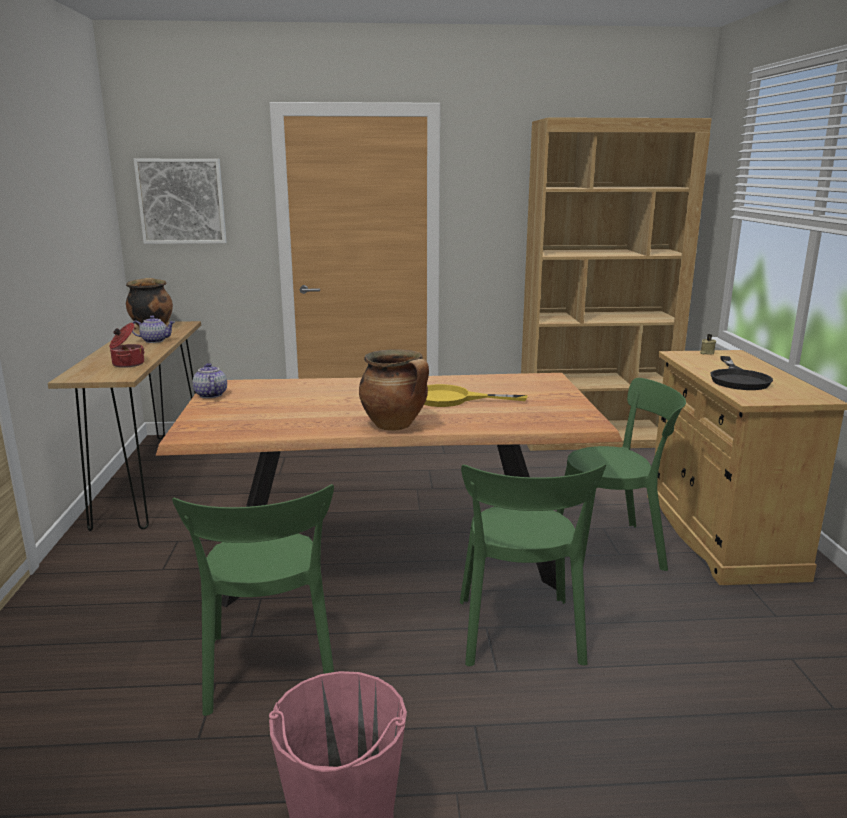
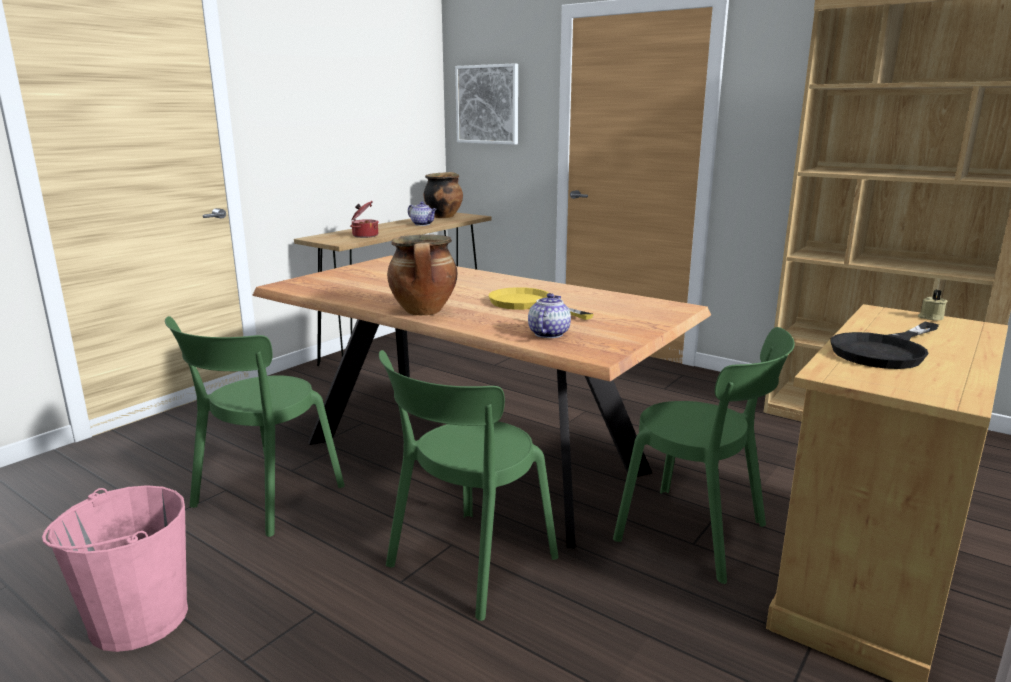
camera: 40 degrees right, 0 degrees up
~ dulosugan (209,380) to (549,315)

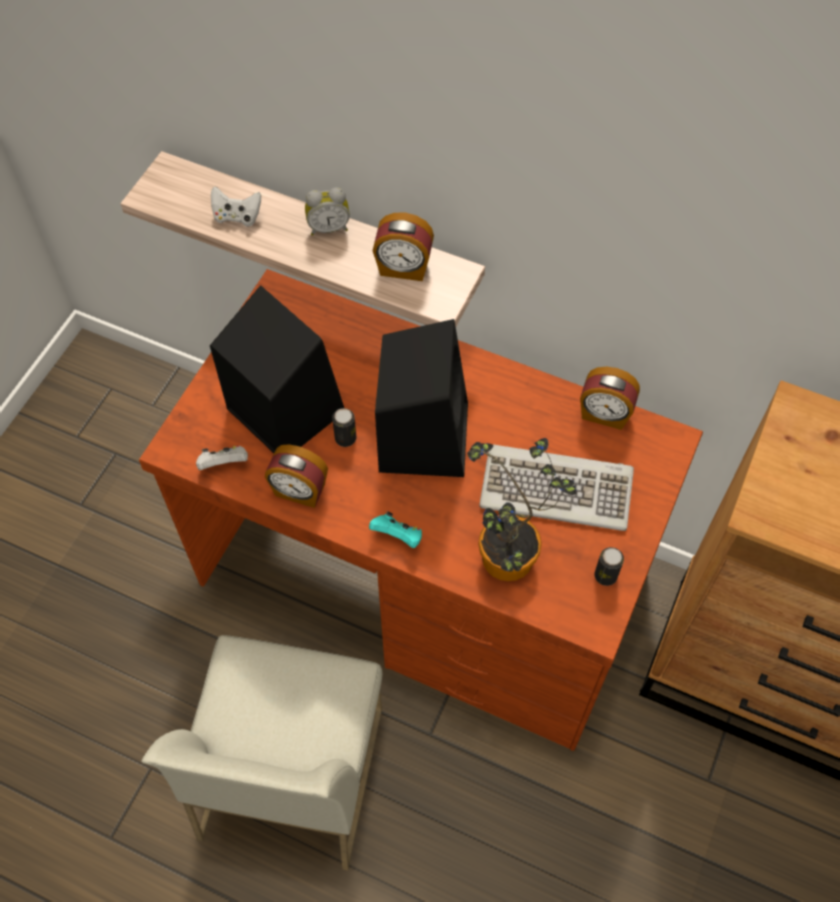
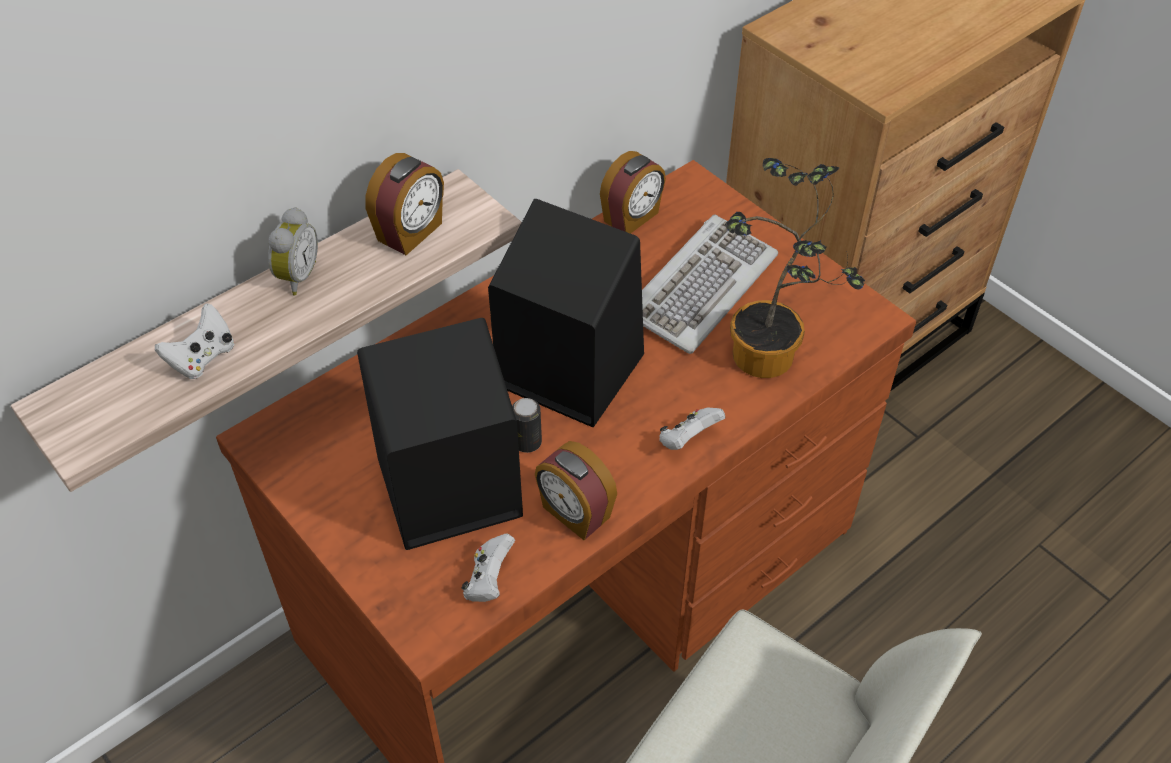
camera: 65 degrees left, 10 degrees down
~ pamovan (296,476) = (576,490) 90 degrees clockwise
~ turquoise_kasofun (395,530) to white_kasofun (692,429)
- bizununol (609,566)

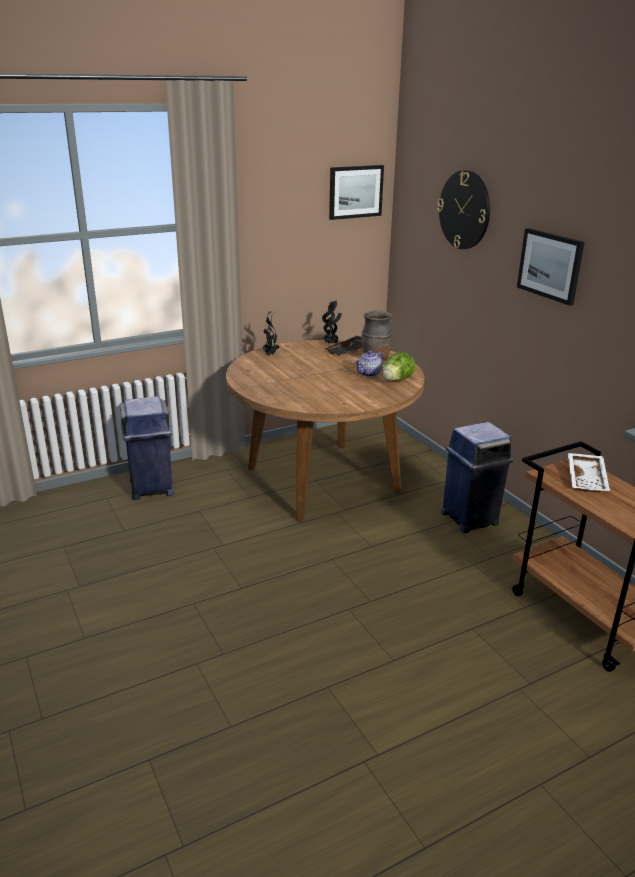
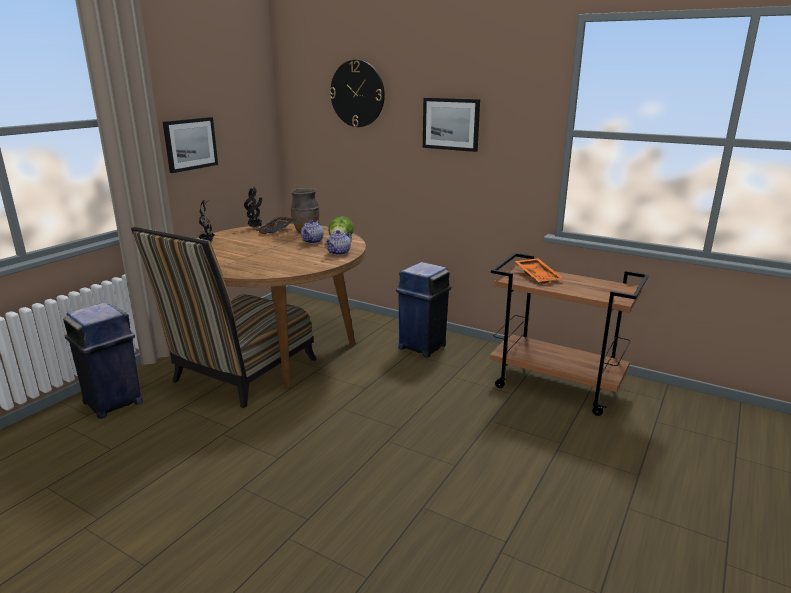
camera: 30 degrees left, 5 degrees down
~ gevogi (356,192) to (190,145)
~ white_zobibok (589,472) to orange_zobibok (539,271)
+ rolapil (223,317)
+ dulosugan (338,242)

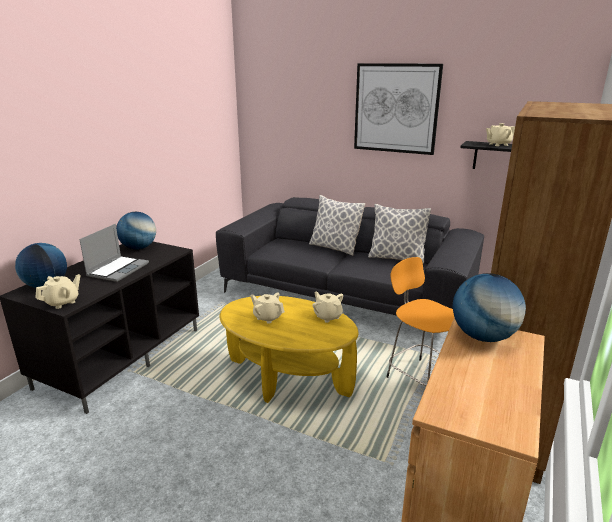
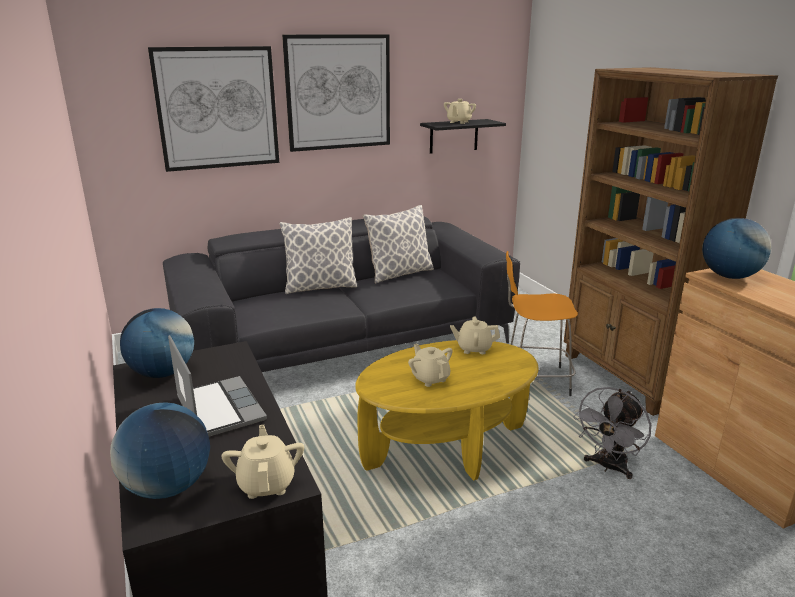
camera: 50 degrees left, 0 degrees up
~ beige_dulosugan (267,308) = (430,365) 75 degrees clockwise
+ gevogi (213,109)
+ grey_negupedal (612,433)

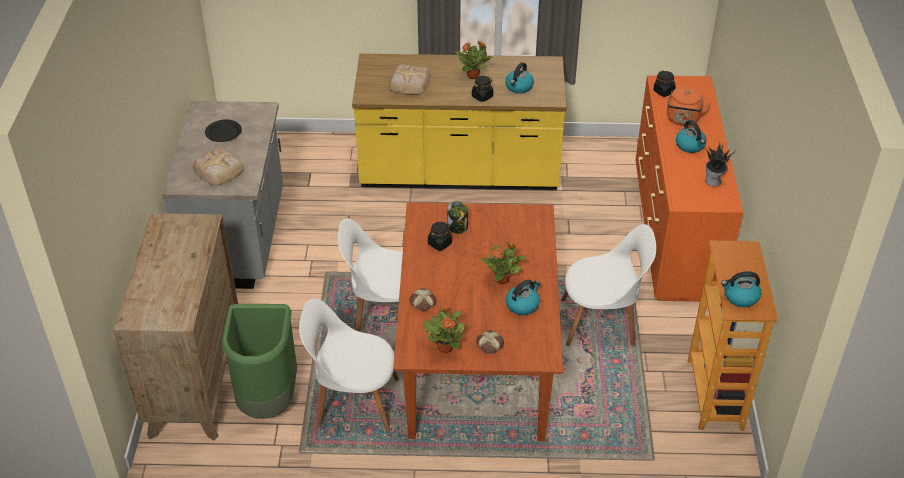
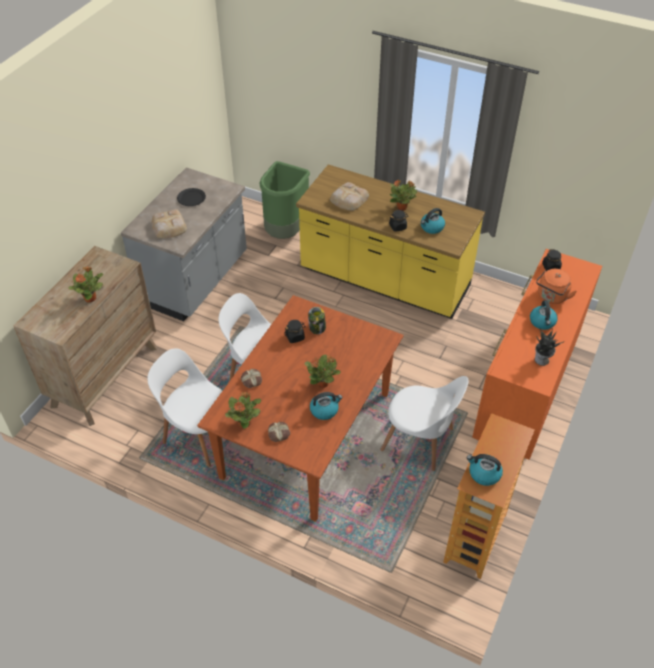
camera: 25 degrees right, 5 degrees up
~ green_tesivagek (259,361) to (284,200)
+ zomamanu (86,284)

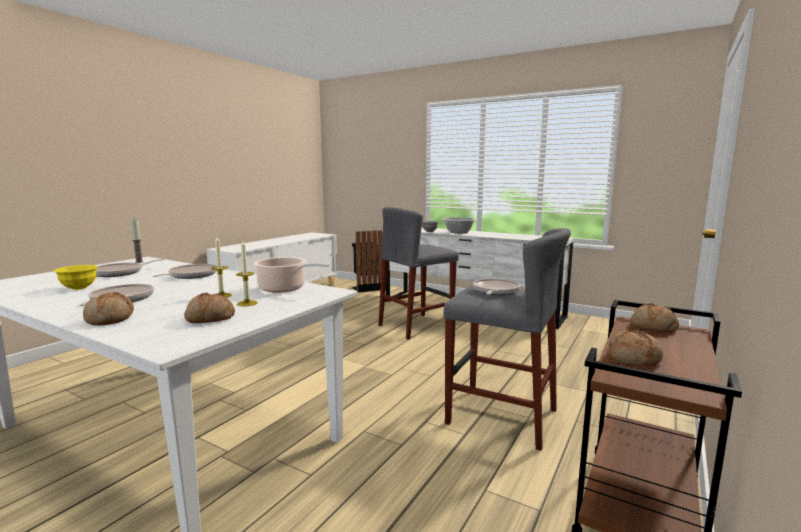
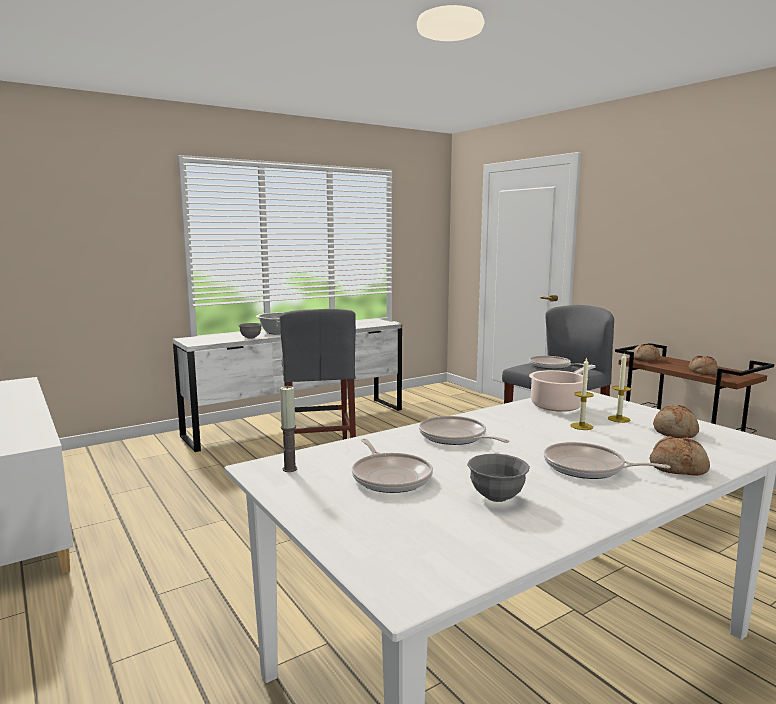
camera: 65 degrees left, 0 degrees up
~ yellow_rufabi (76,277) to grey_rufabi (498,478)
- black_tesivagek (367,261)

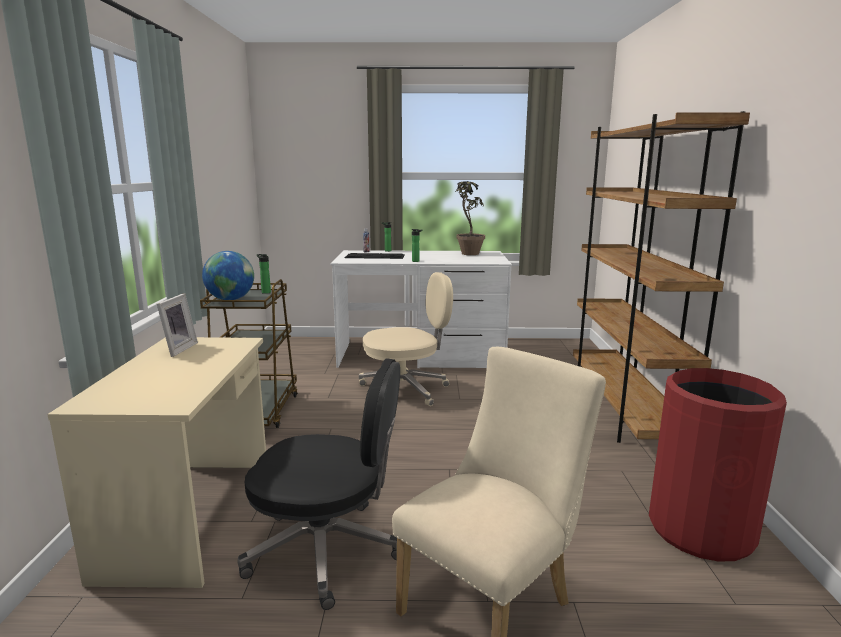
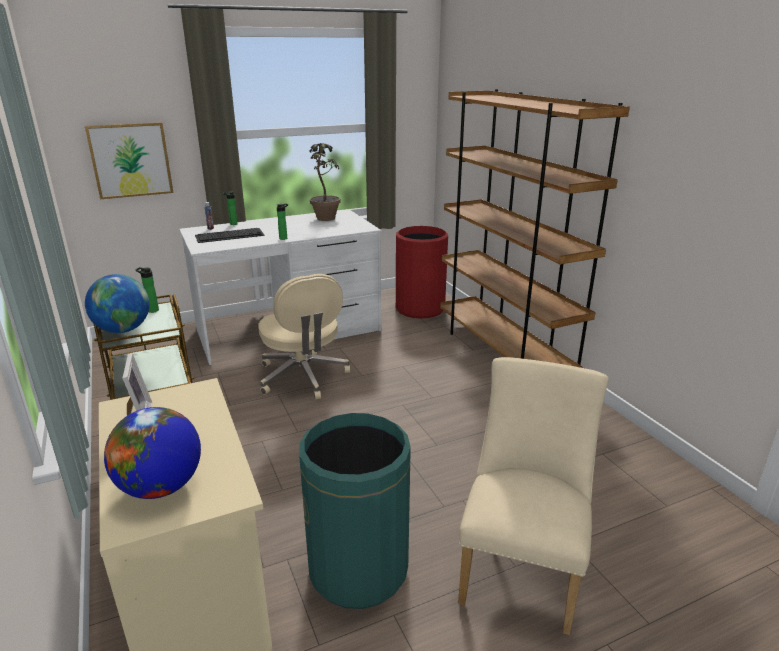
camera: 25 degrees left, 10 degrees up
~ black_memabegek (318,484) to green_tesivagek (355,511)
~ beige_memabegek (406,339) = (304,336) 105 degrees clockwise
~ red_tesivagek (718,465) to (422,272)
+ gevogi (129,160)
+ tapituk (152,453)

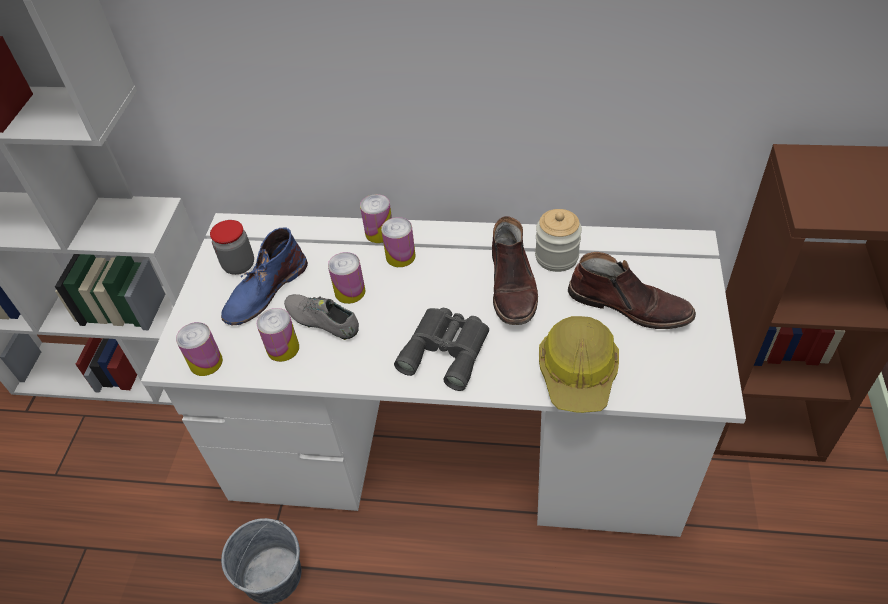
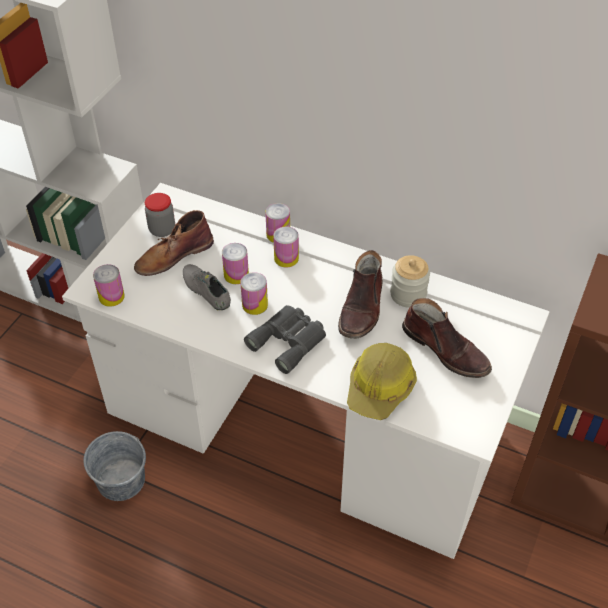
camera: 15 degrees right, 0 degrees up
~ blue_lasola (264,276) to brown_lasola (174,243)
~ bizununol (278,335) to (254,293)

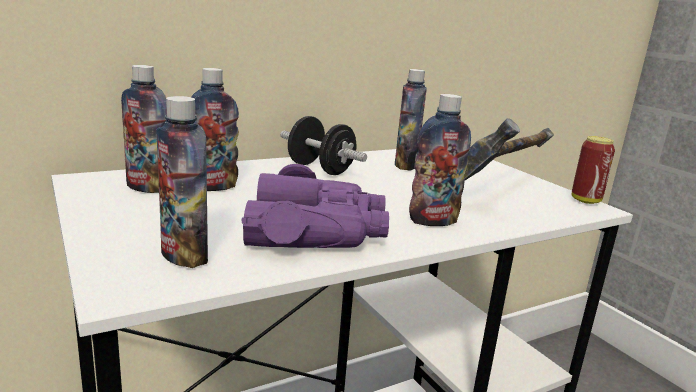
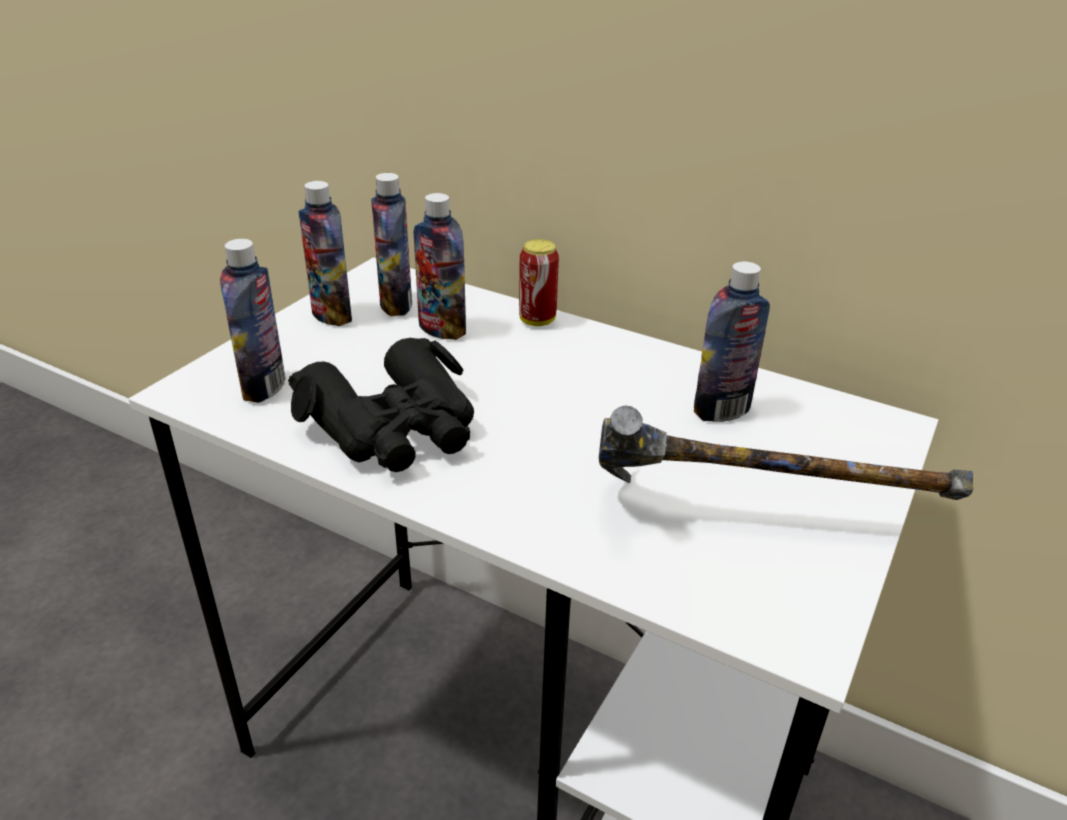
camera: 60 degrees right, 15 degrees up
~ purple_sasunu (315,206) to black_sasunu (381,405)
- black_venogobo (323,145)
~ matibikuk (440,160) to (325,253)
~ bizununol (593,170) to (539,282)

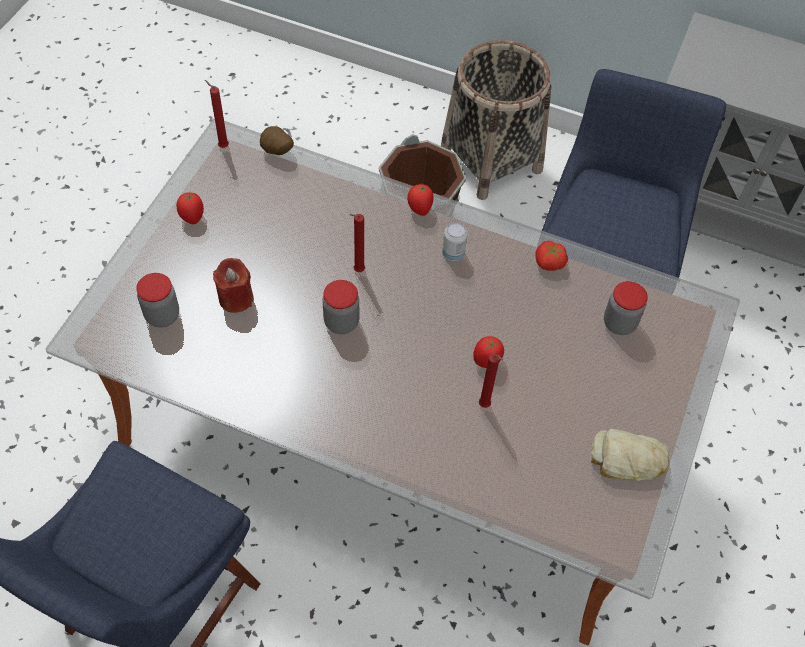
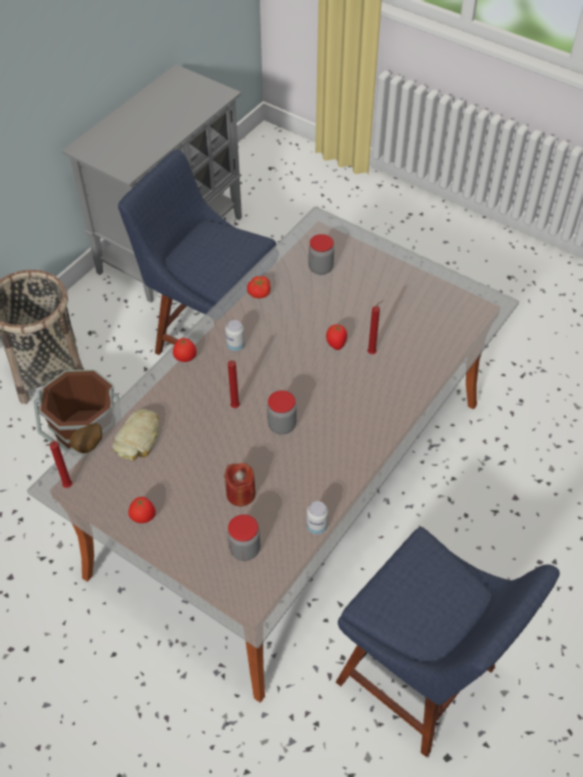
camera: 75 degrees left, 5 degrees down
~ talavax (630,455) to (136,435)
+ bizununol (317,518)

